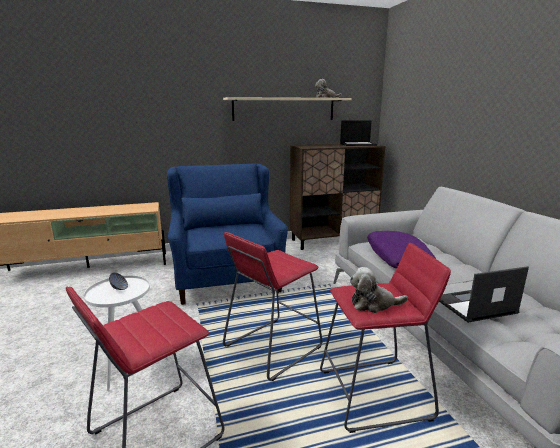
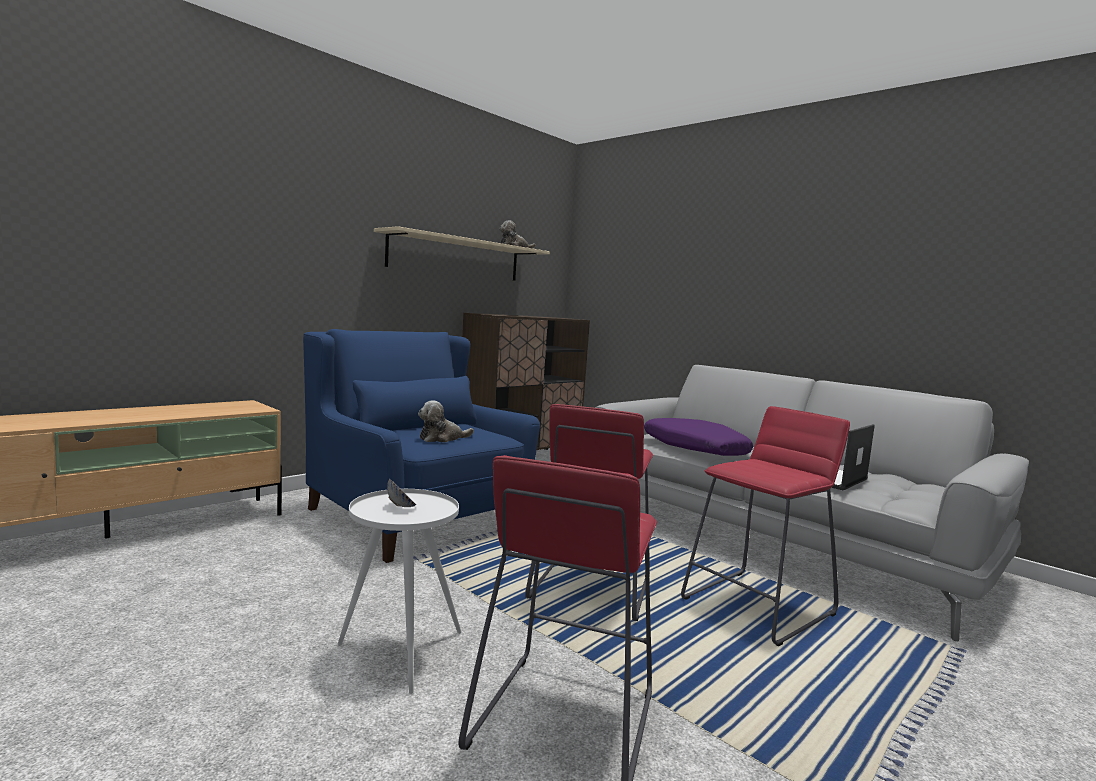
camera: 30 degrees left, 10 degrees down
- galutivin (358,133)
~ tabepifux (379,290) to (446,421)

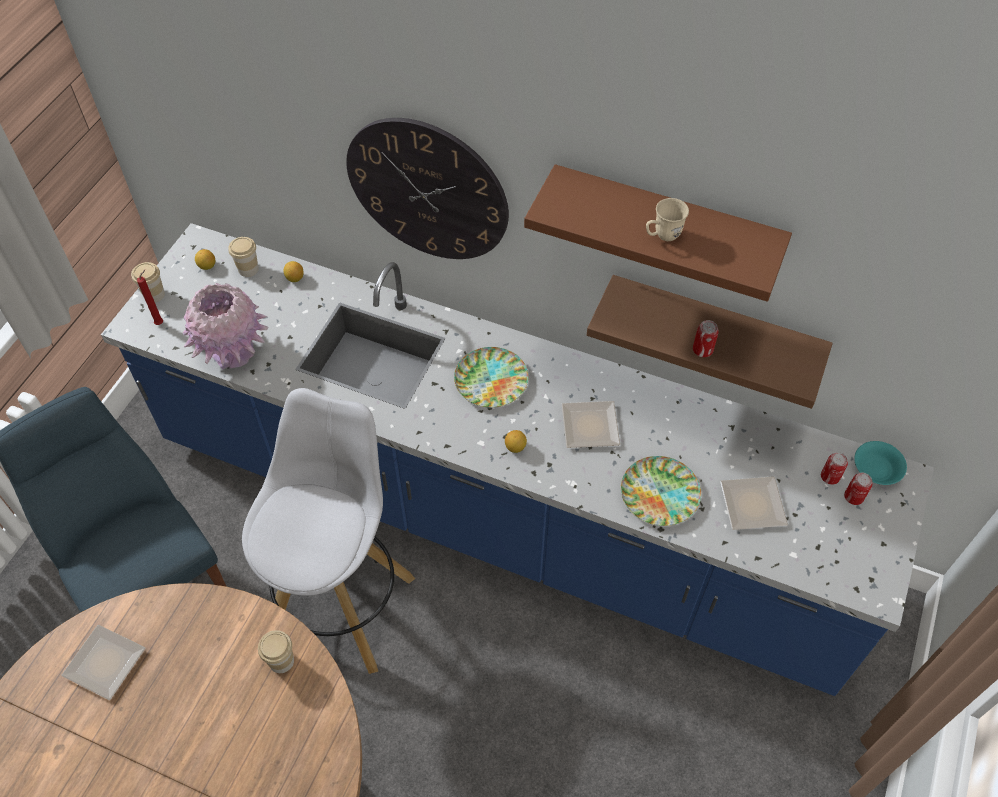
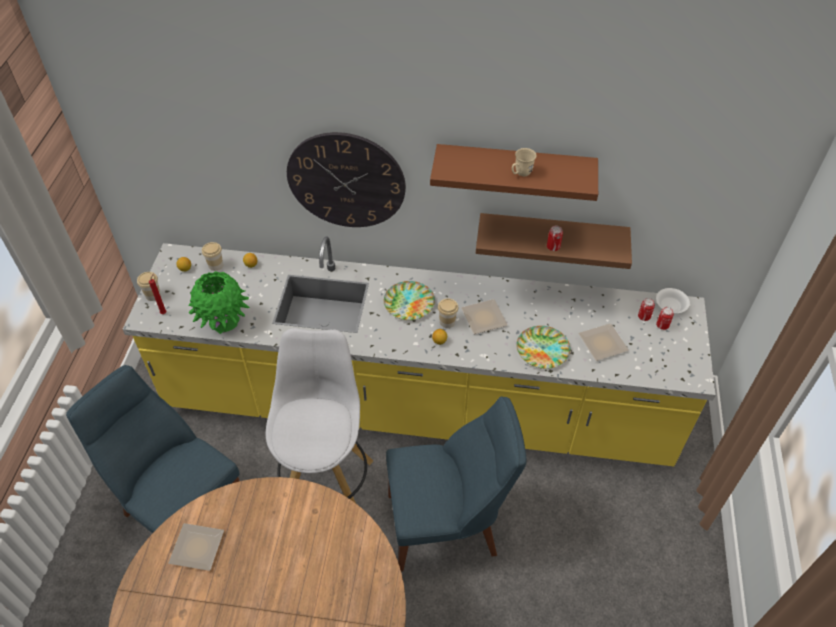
camera: 15 degrees left, 5 degrees down
~ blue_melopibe (517,459) to yellow_melopibe (419,351)
~ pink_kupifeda (225,326) to green_kupifeda (219,302)
~ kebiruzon (276,651) to (448,313)
~ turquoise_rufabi (880,463) to white_rufabi (673,300)
+ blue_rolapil (456,484)

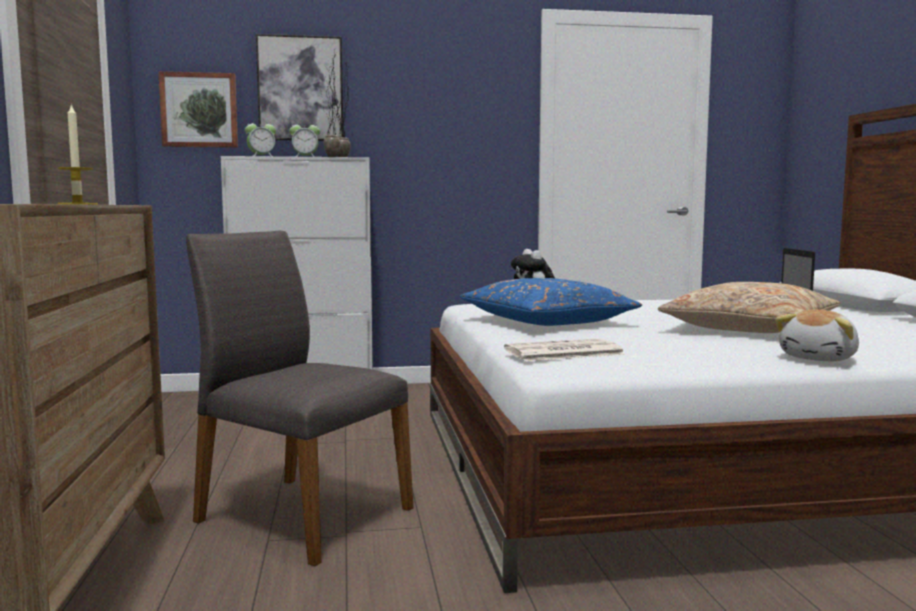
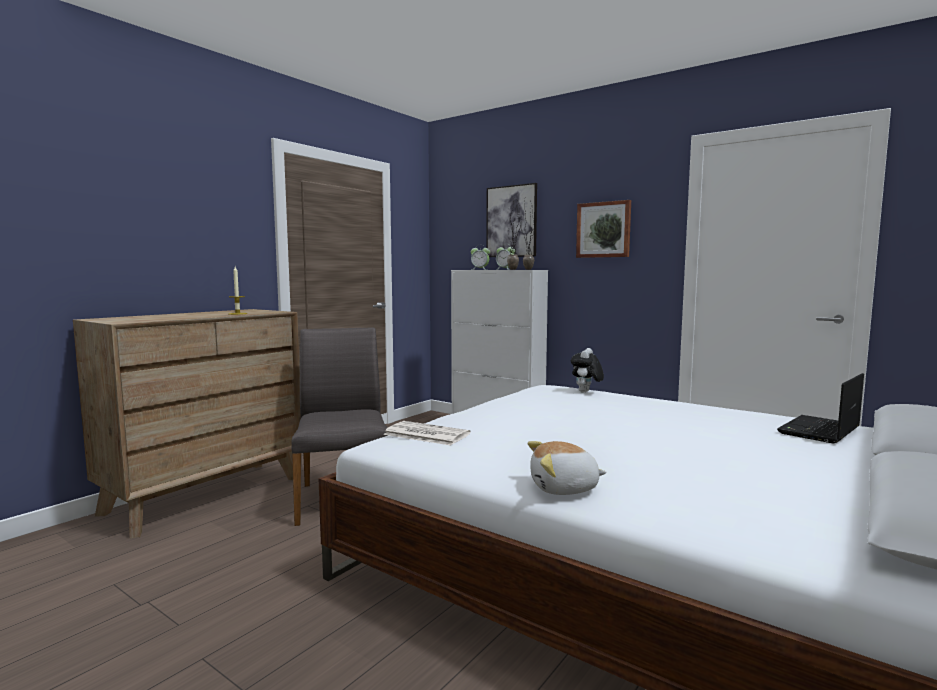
camera: 45 degrees right, 0 degrees up
~ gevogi (198,109) to (603,229)
- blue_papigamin (551,302)
- beige_papigamin (748,307)

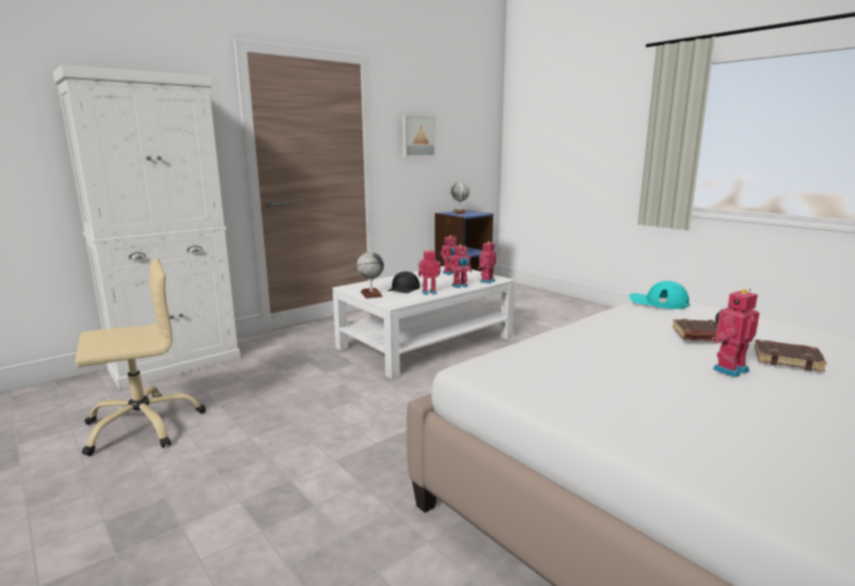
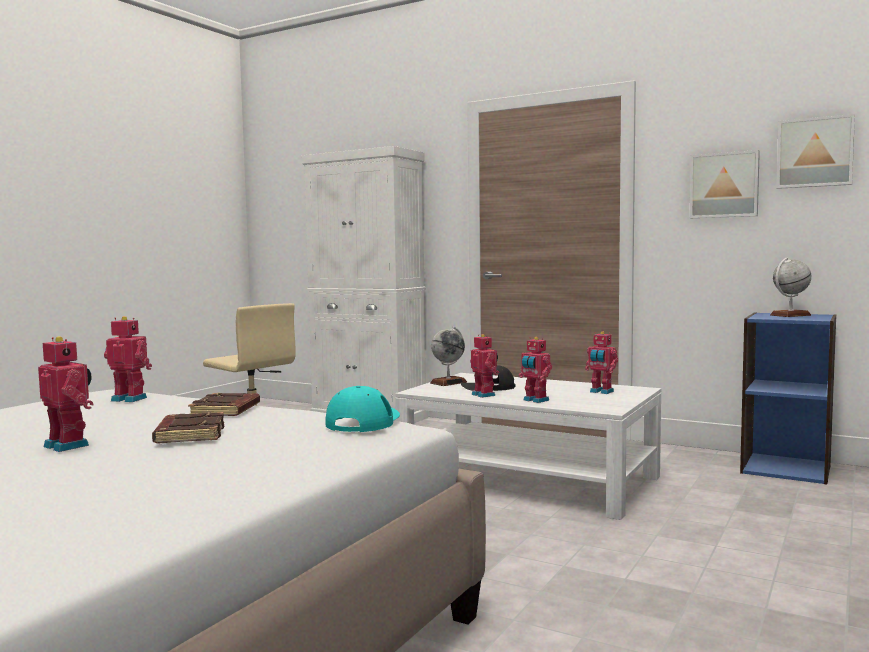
camera: 70 degrees right, 10 degrees down
~ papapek (487,262) to (128,359)
~ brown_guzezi (791,356) to (224,404)
+ gevogi (815,151)

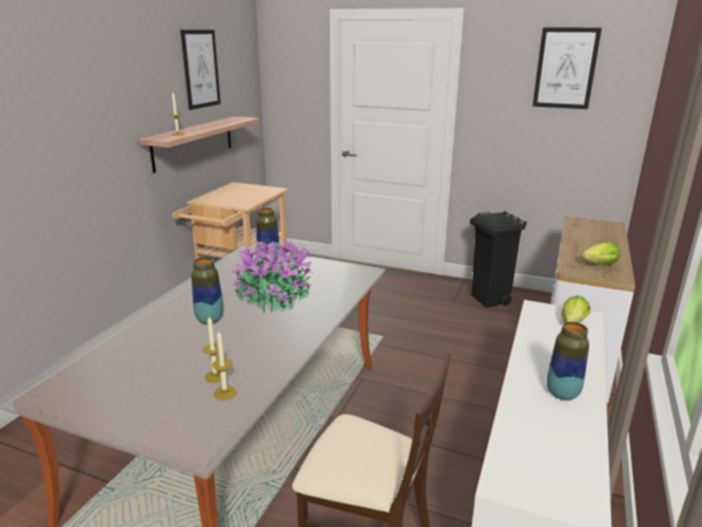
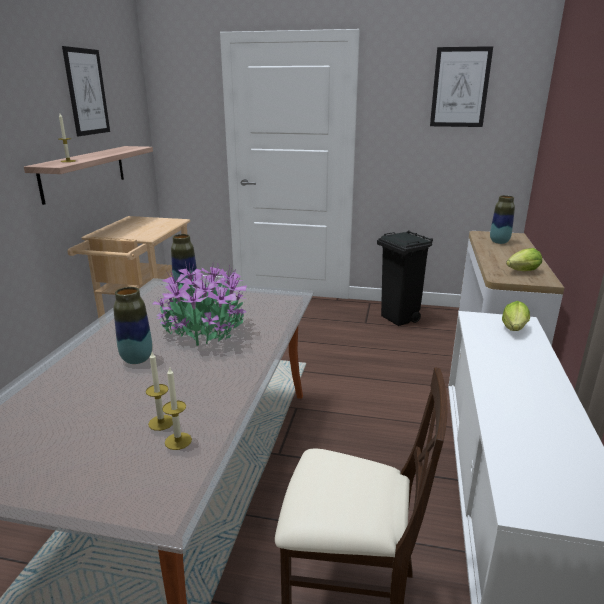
camera: 10 degrees left, 0 degrees up
~ kupifeda (568,361) to (502,219)

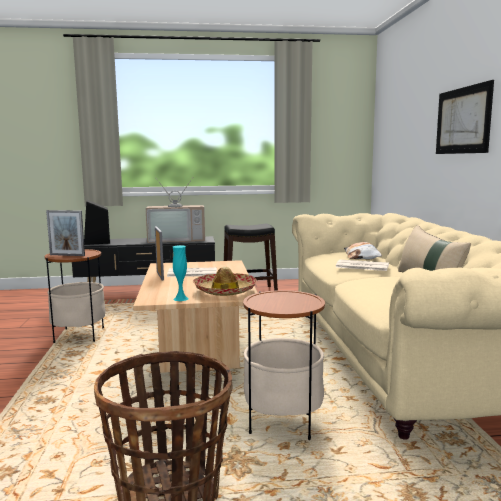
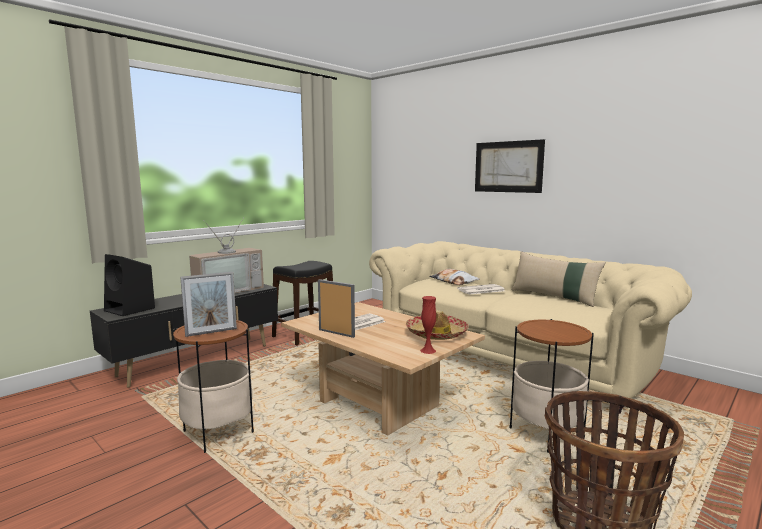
camera: 40 degrees left, 0 degrees up
~ turquoise_kupifeda (181,273) to red_kupifeda (428,325)

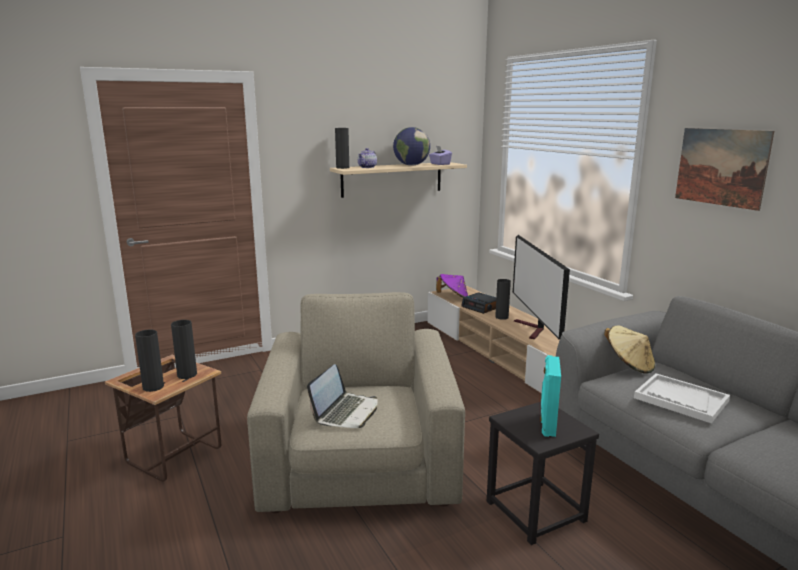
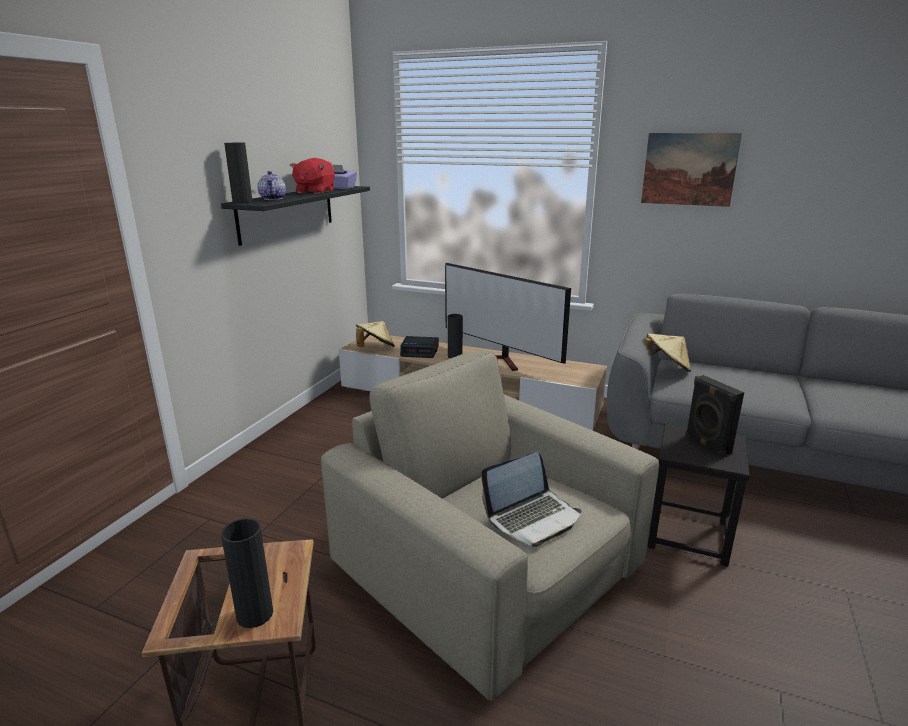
camera: 40 degrees left, 5 degrees up
- black_kupifeda (184,349)
~ galutivin (342,396) = (531,499) 75 degrees clockwise
~ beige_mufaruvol (398,180) to black_mufaruvol (295,216)
~ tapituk (411,146) to red_tabepifux (312,176)
~ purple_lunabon (452,286) to beige_lunabon (375,334)
~ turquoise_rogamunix (550,396) to black_rogamunix (714,416)
- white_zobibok (682,398)

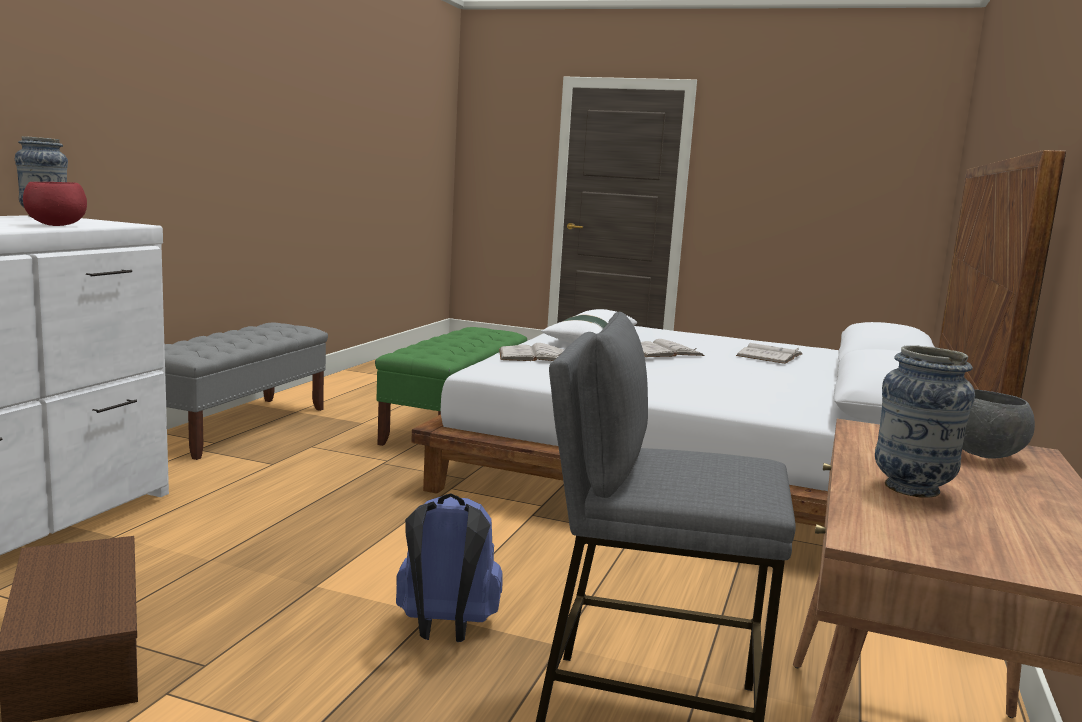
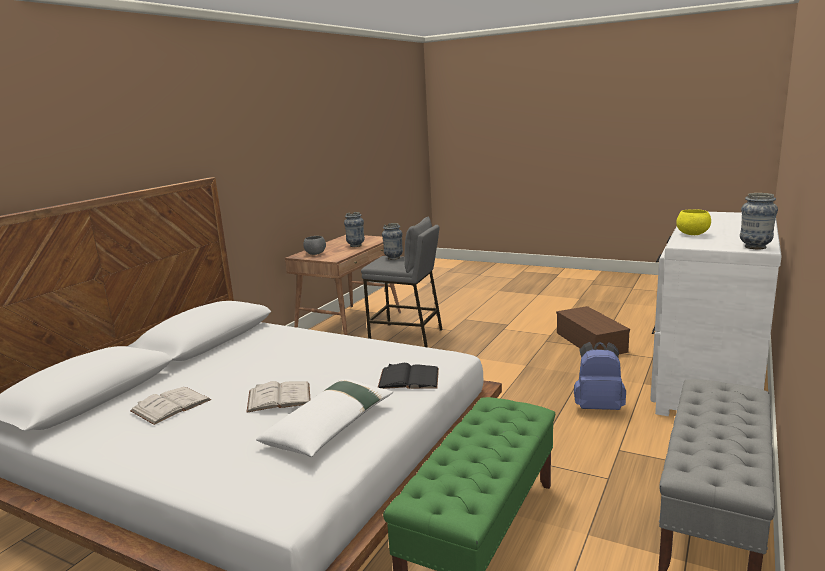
camera: 170 degrees left, 5 degrees up
~ red_rufabi (55,204) to yellow_rufabi (693,222)
~ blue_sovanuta (449,567) to (600,376)
~ white_guzezi (531,352) to black_guzezi (408,376)
+ kupifeda (392,241)

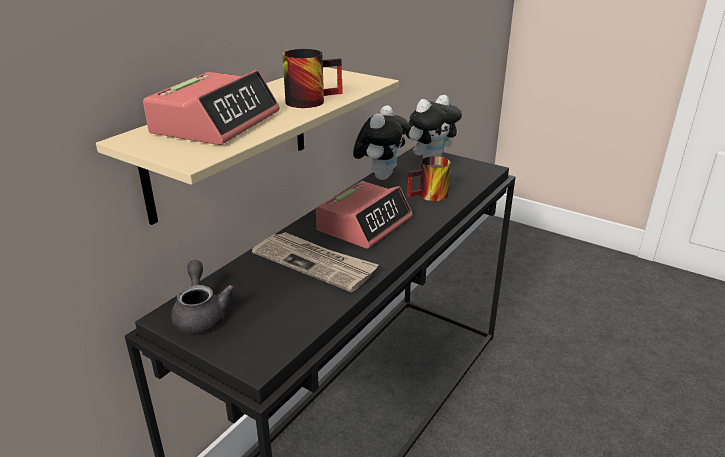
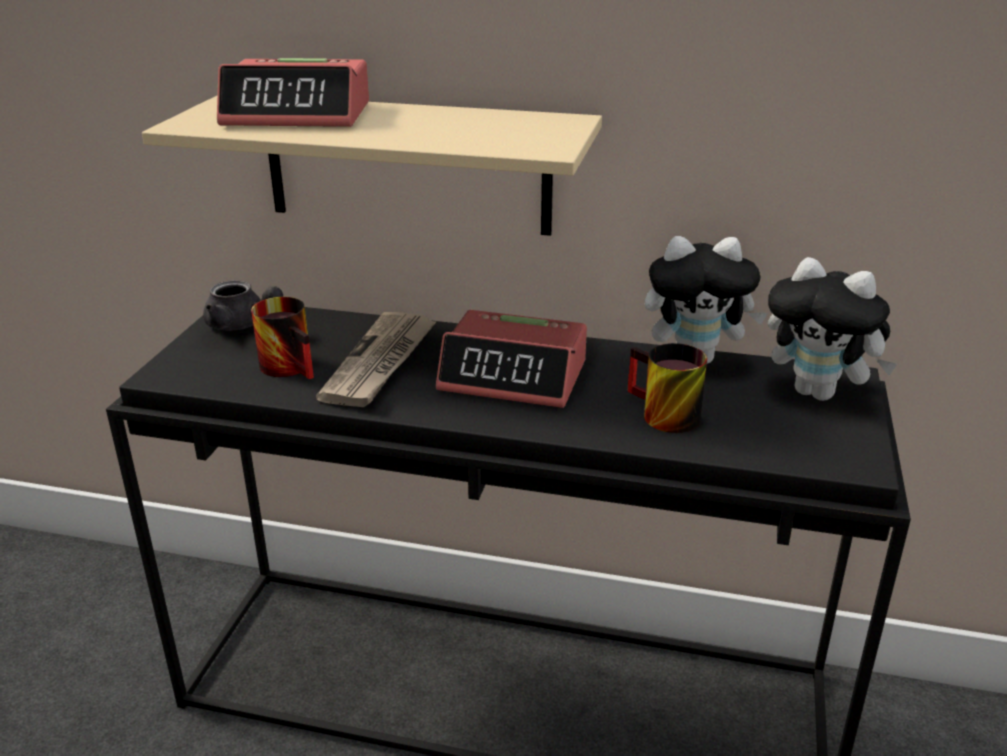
camera: 70 degrees right, 0 degrees up
~ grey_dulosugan (203,297) = (243,305) 60 degrees clockwise
~ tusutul (312,78) to (282,338)

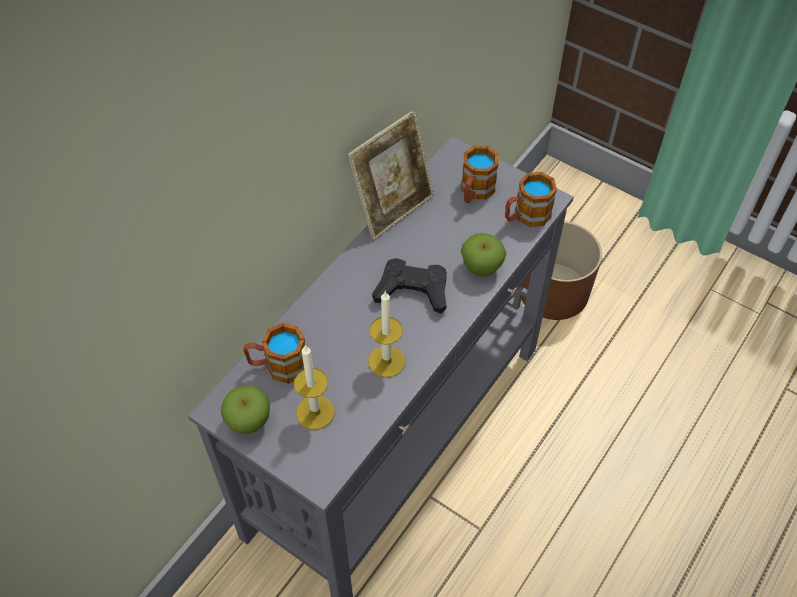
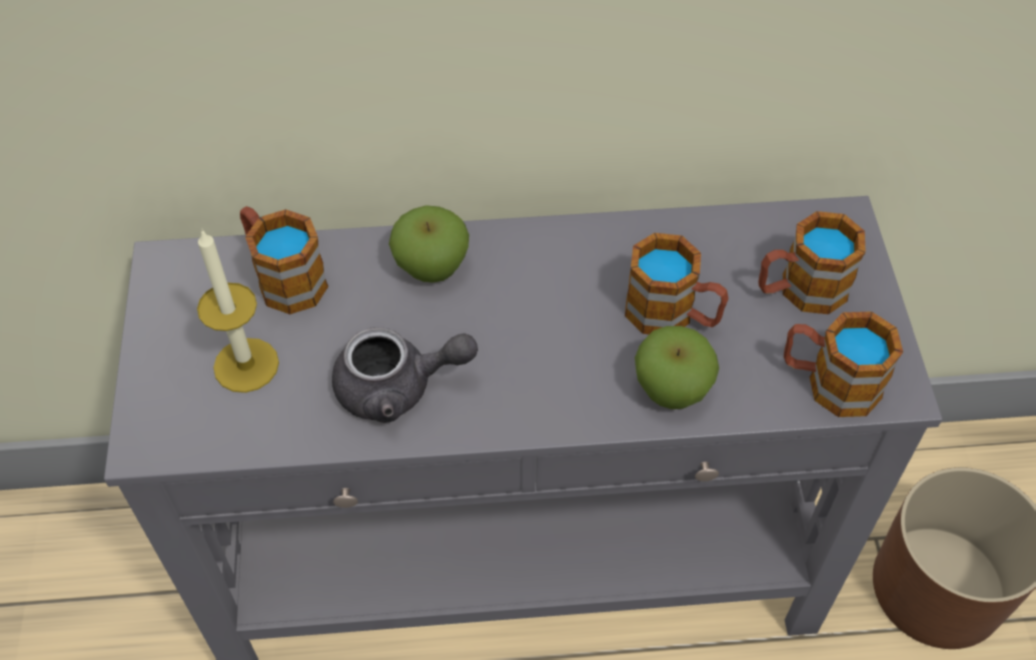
camera: 50 degrees right, 0 degrees up
~ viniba (245,409) to (429,244)
- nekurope (390,175)
~ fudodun (386,334) to grey_dulosugan (405,375)
- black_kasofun (409,285)
+ tusutul (677,283)

